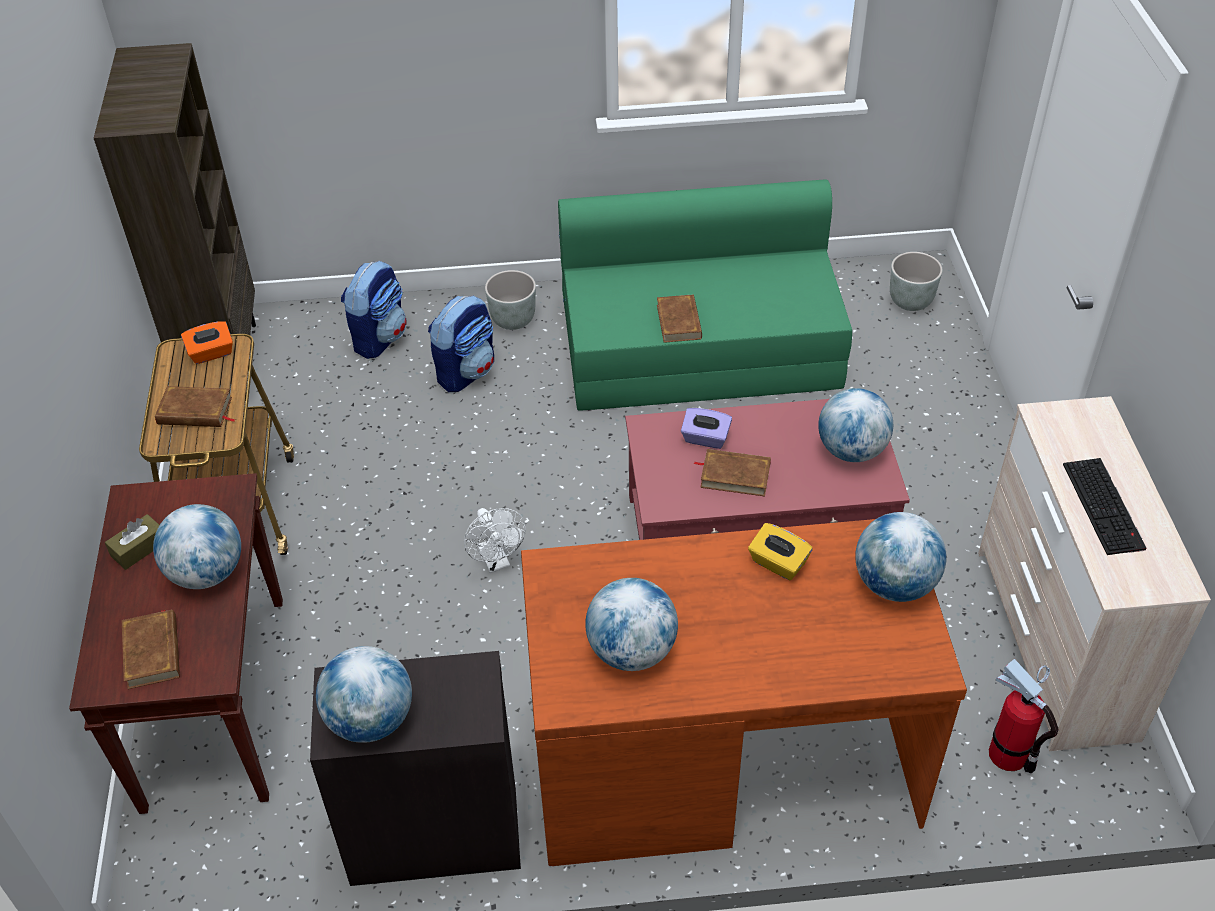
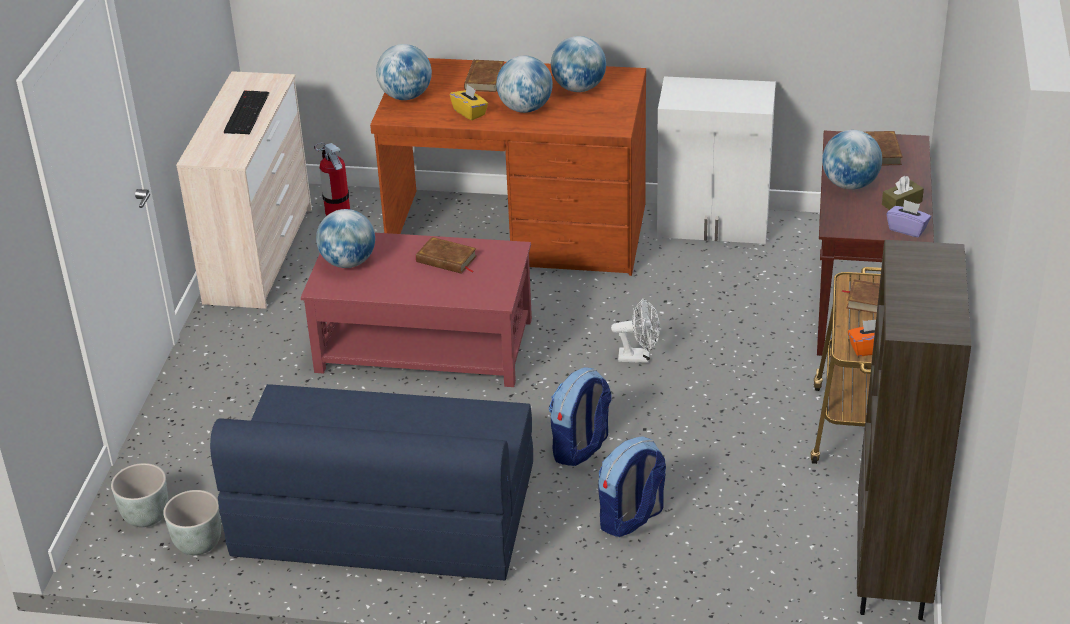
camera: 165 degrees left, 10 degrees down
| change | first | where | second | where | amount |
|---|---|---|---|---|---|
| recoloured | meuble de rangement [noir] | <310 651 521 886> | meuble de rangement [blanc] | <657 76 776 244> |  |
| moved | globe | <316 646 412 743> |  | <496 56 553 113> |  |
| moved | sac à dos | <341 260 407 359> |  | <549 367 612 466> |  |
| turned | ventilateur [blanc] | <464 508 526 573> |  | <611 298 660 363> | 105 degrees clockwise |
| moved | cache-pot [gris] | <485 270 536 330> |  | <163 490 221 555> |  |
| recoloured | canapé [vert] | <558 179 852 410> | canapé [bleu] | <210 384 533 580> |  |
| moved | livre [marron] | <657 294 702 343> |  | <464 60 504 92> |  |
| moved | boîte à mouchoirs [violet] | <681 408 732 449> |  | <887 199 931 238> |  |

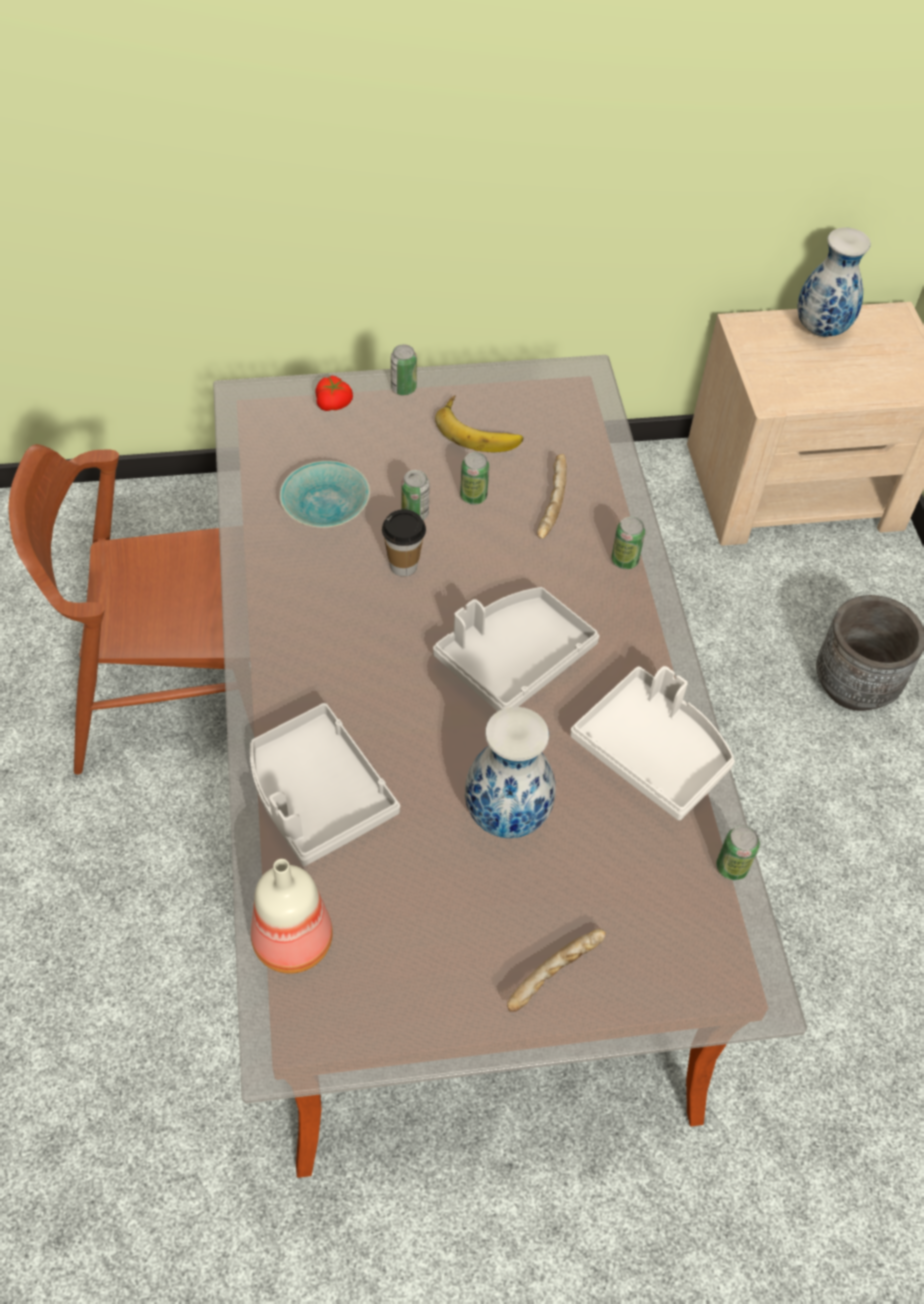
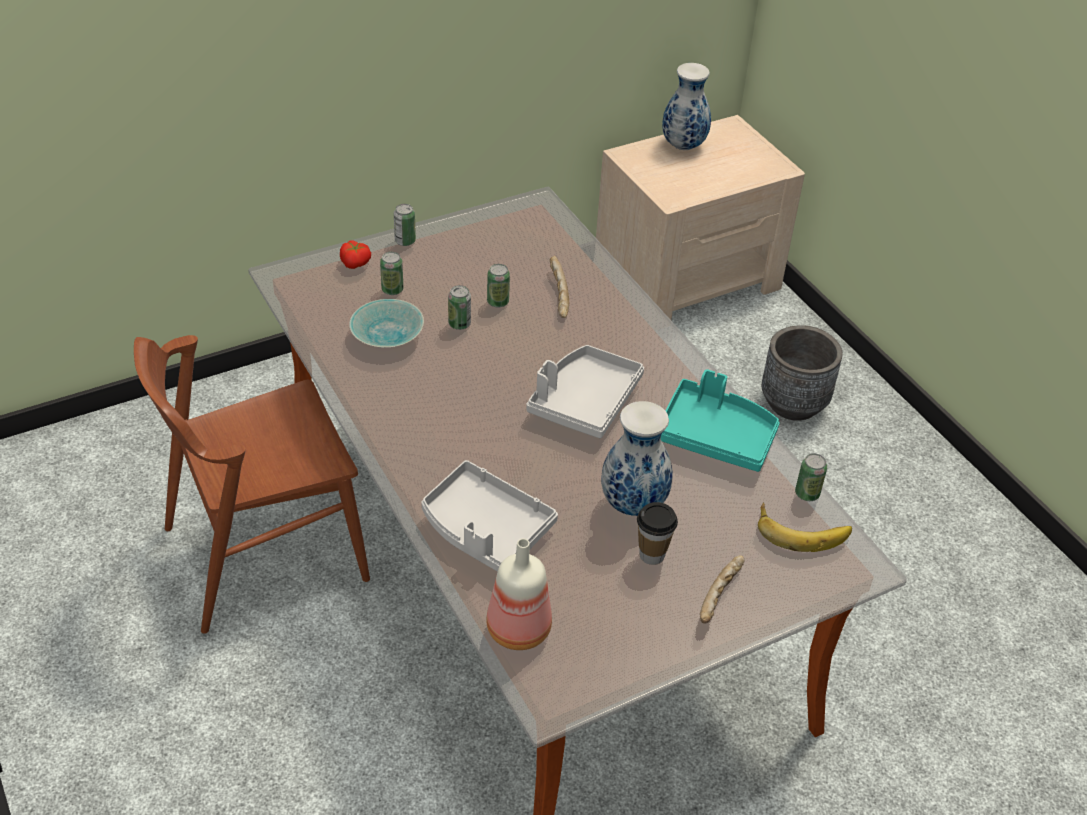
camera: 20 degrees left, 10 degrees down
| change | first | where | second | where | amount |
|---|---|---|---|---|---|
| moved | tasse | <382 509 426 577> |  | <637 502 678 565> |  |
| moved | banane | <435 396 523 452> |  | <758 503 852 552> |  |
| recoloured | plateau [blanc] | <570 666 735 820> | plateau [turquoise] | <661 369 780 472> |  |
| moved | boîte métallique | <611 516 645 569> |  | <380 252 403 295> |  |

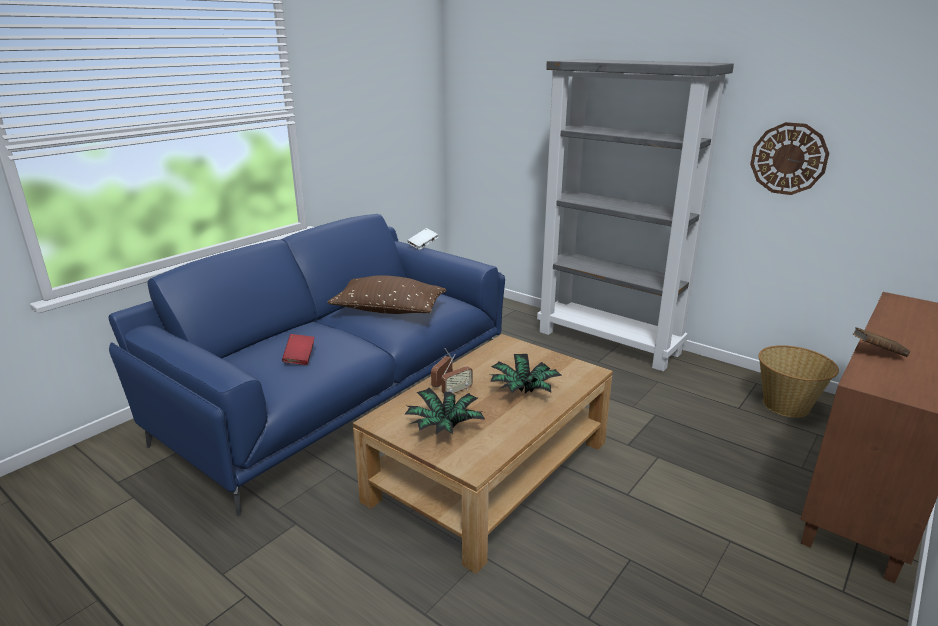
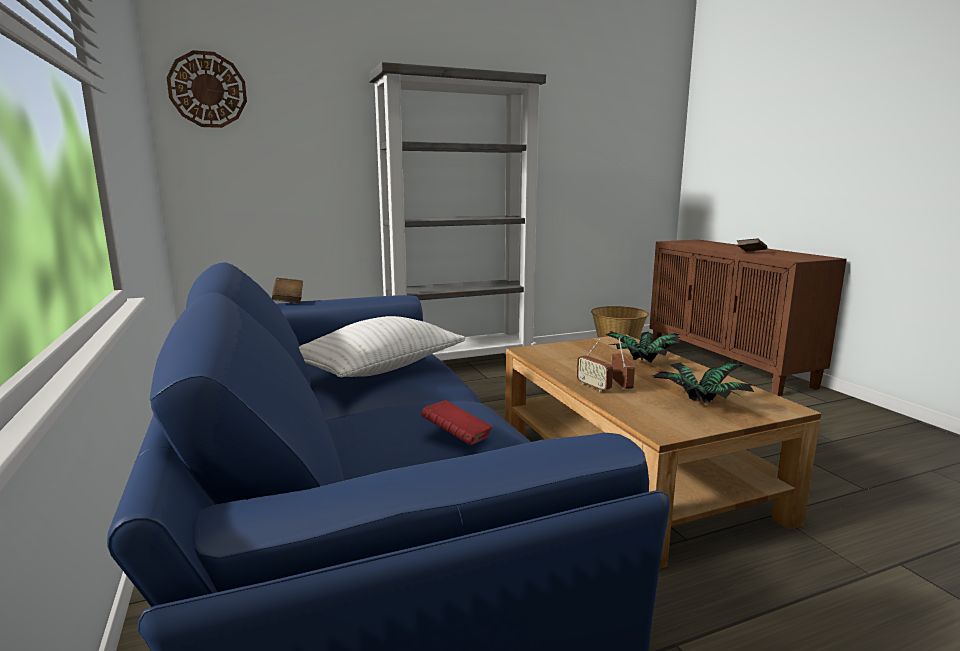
camera: 60 degrees left, 10 degrees down
| change | first | where | second | where | amount |
|---|---|---|---|---|---|
| recoloured | coussin [marron] | <328 275 446 314> | coussin [blanc] | <299 316 466 377> |  |
| recoloured | livre [blanc] | <407 228 438 250> | livre [marron] | <272 278 303 303> |  |
| moved | horloge murale | <750 122 829 195> |  | <167 50 247 128> |  |

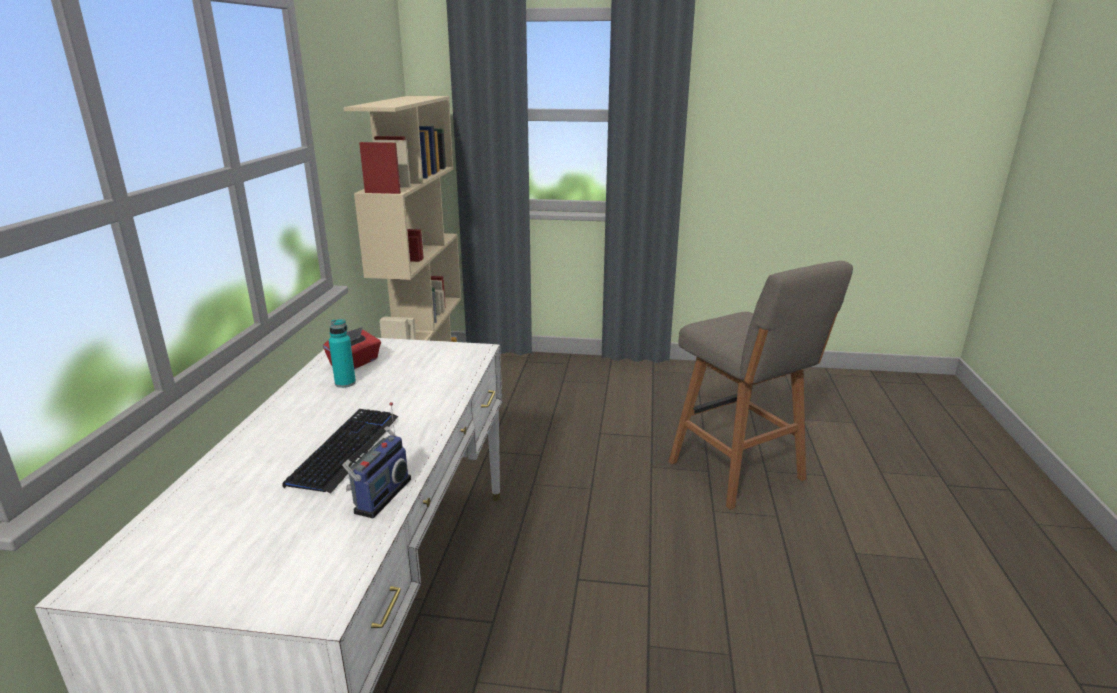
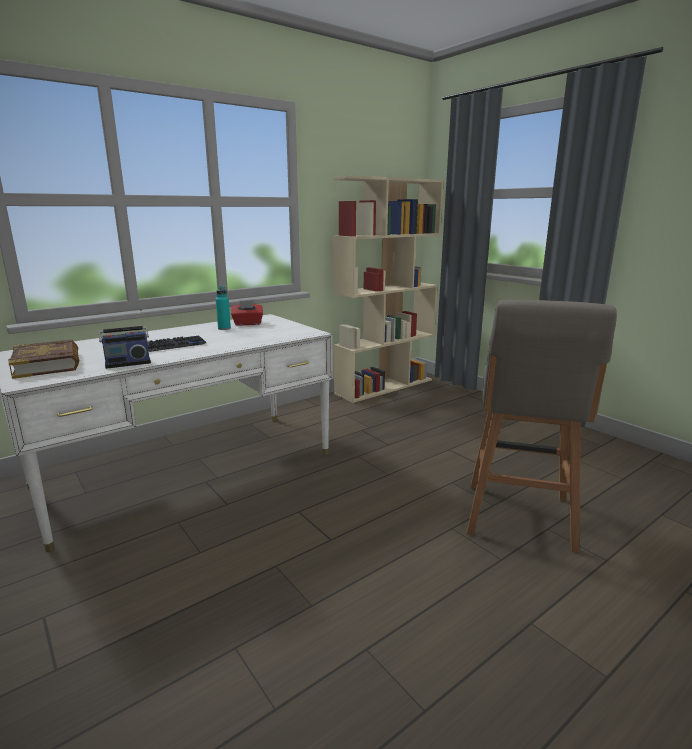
camera: 45 degrees right, 5 degrees down
| change | first | where | second | where | amount |
|---|---|---|---|---|---|
| added |  |  | livre | <8 340 79 379> |  |

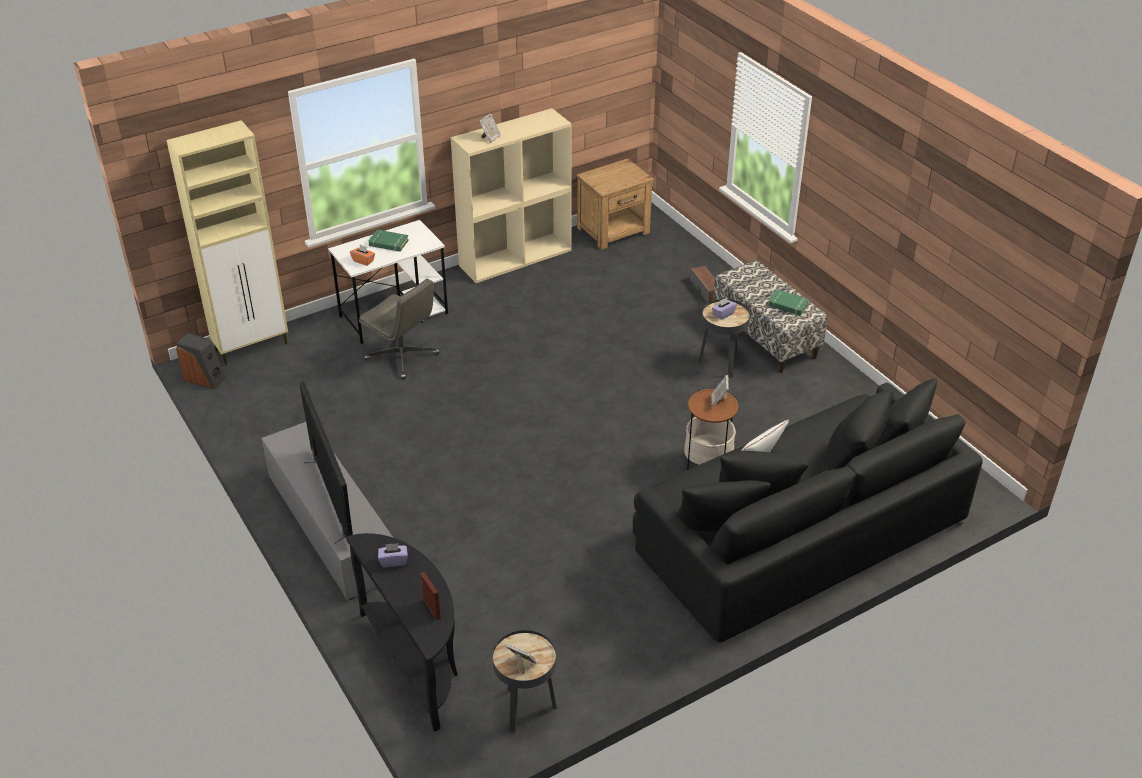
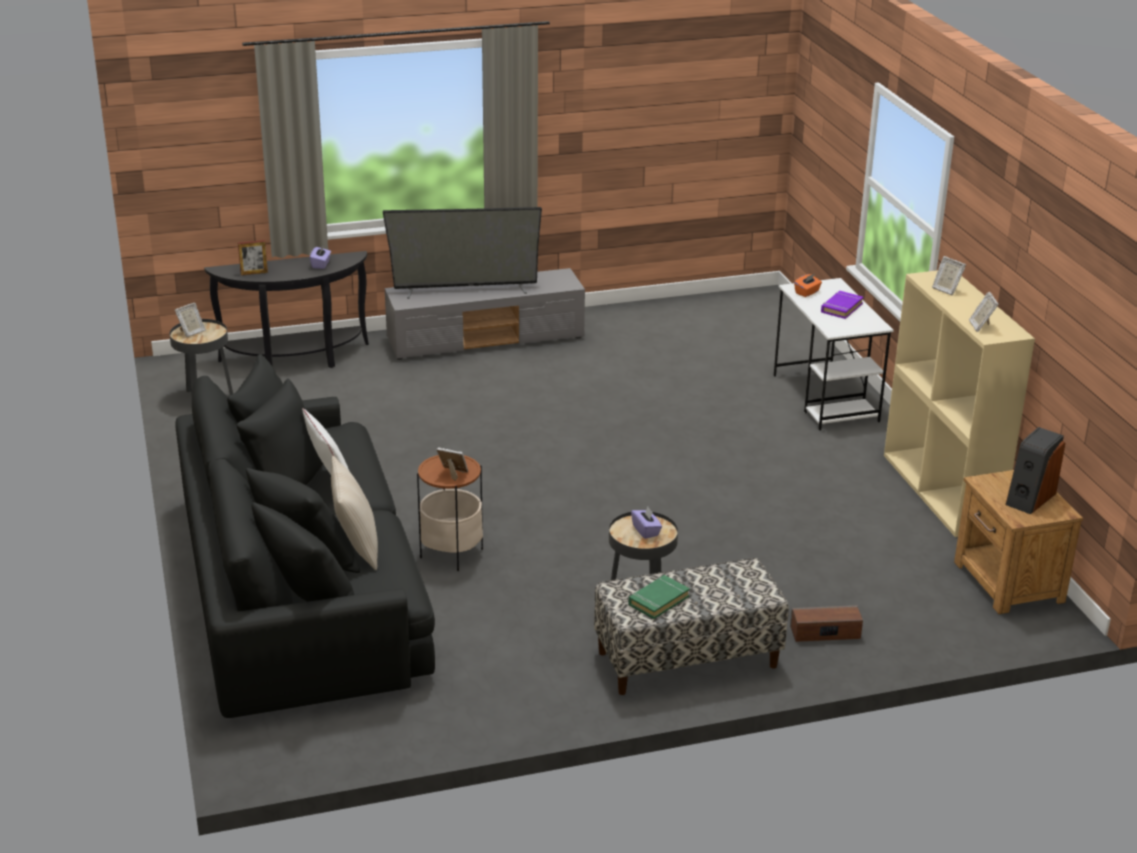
camera: 105 degrees right, 10 degrees down
| change | first | where | second | where | amount |
|---|---|---|---|---|---|
| removed | meuble de rangement [beige] | <166 120 288 365> |  |  |  |
| moved | enceinte | <176 333 226 389> |  | <1006 427 1065 514> |  |
| removed | chaise de bureau [gris] | <359 279 440 380> |  |  |  |
| recoloured | livre [vert] | <368 230 409 252> | livre [violet] | <821 291 863 319> |  |
| added |  |  | coussin [beige] | <331 456 378 570> |  |
| added |  |  | cadre photo | <969 292 999 332> |  |

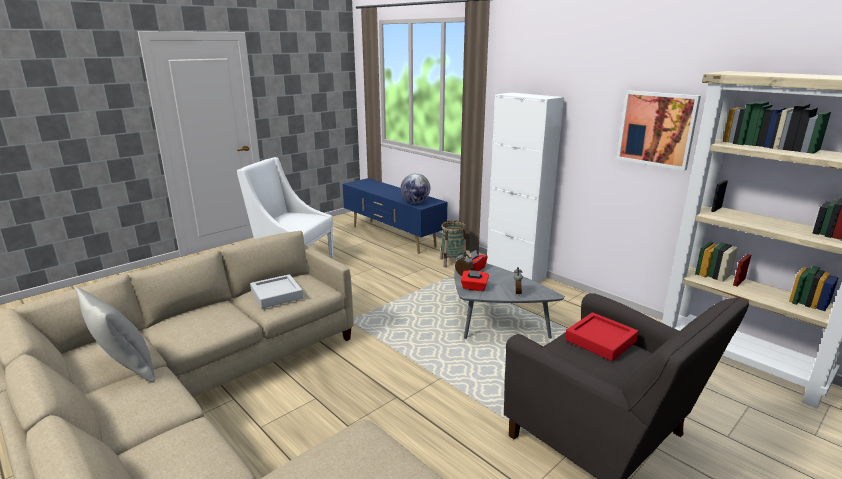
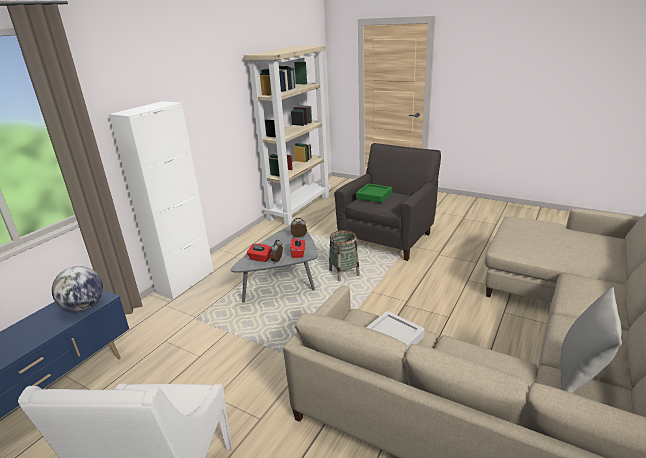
camera: 105 degrees left, 5 degrees up
| change | first | where | second | where | amount |
|---|---|---|---|---|---|
| moved | panier | <440 221 467 267> |  | <329 230 360 281> |  |
| recoloured | plateau [rouge] | <565 312 639 361> | plateau [vert] | <356 183 392 203> |  |
| removed | tableau | <617 90 701 171> |  |  |  |

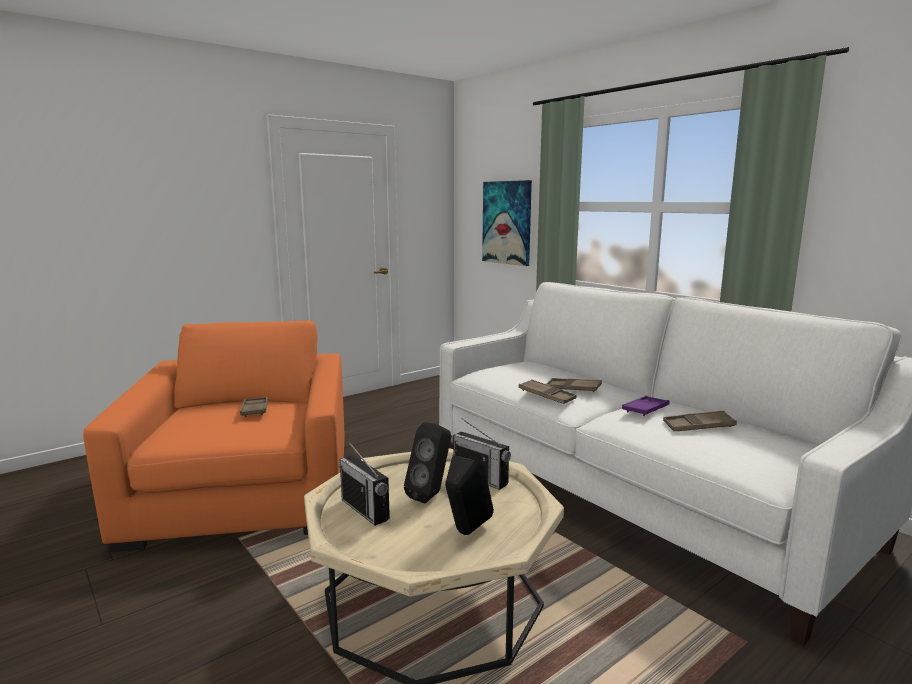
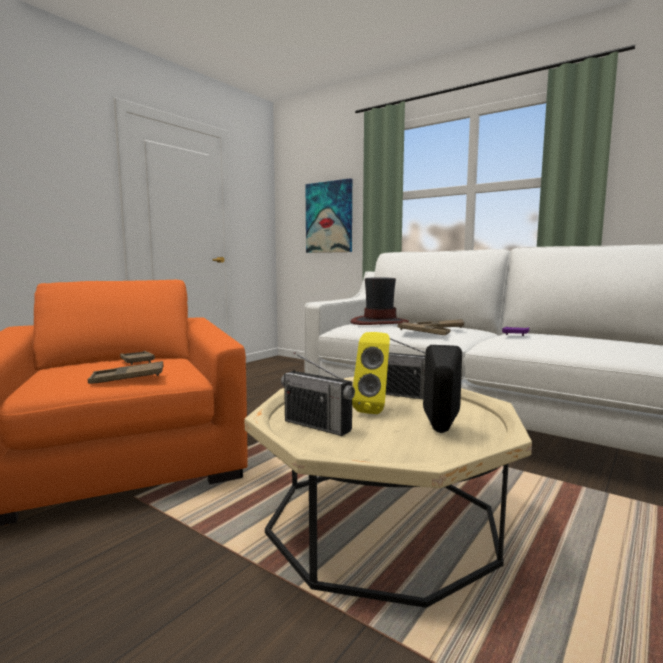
camera: 15 degrees left, 5 degrees down
| change | first | where | second | where | amount |
|---|---|---|---|---|---|
| recoloured | enceinte [noir] | <404 422 451 504> | enceinte [jaune] | <352 332 390 414> |  |
| moved | plateau [marron] | <663 411 737 431> |  | <88 361 164 384> |  |
| added |  |  | chapeau | <351 277 409 325> |  |

